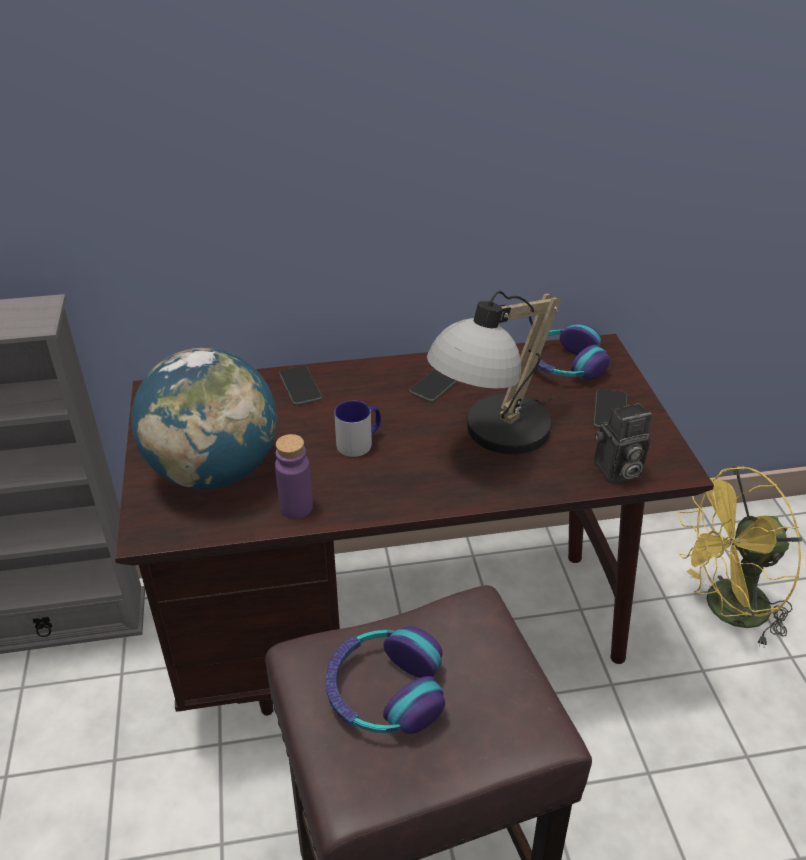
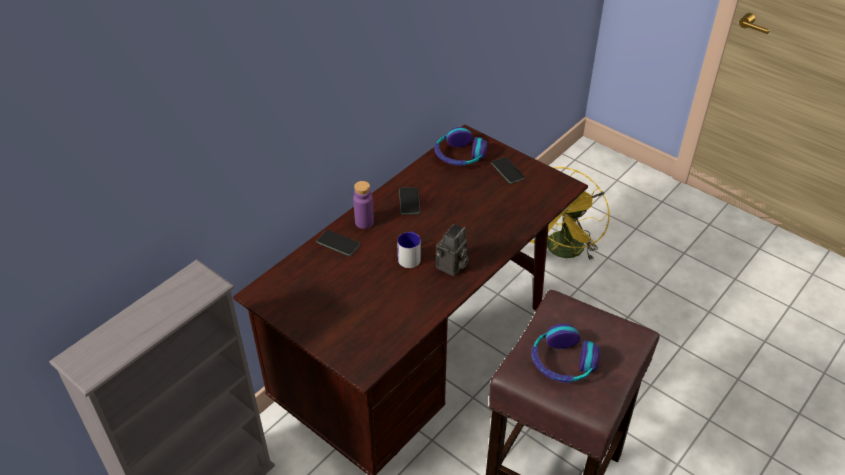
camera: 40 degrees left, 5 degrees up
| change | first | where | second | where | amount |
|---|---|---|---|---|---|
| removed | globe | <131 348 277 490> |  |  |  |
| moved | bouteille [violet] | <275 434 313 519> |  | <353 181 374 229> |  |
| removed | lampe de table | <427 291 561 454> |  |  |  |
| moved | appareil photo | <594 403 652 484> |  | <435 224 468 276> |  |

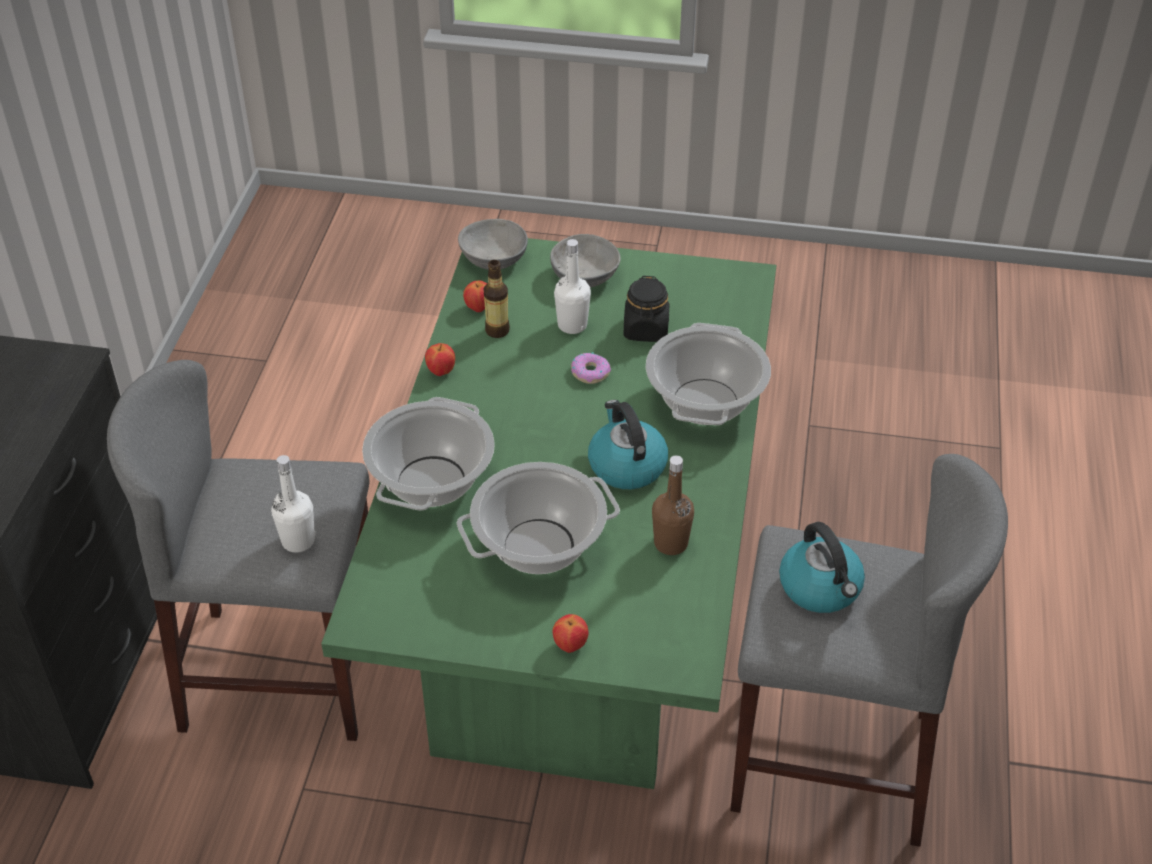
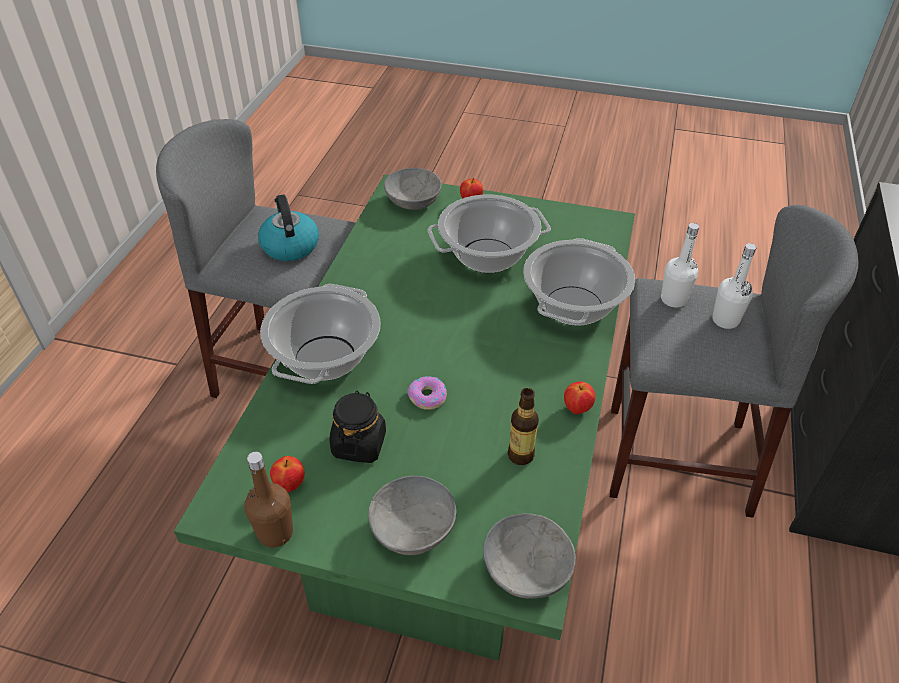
camera: 175 degrees left, 0 degrees up
| change | first | where | second | where | amount |
|---|---|---|---|---|---|
| moved | pomme | <463 281 487 312> |  | <270 456 305 492> |  |
| moved | bouteille [blanc] | <554 239 591 334> |  | <712 243 756 329> |  |
| removed | bouilloire | <588 400 668 489> |  |  |  |
| moved | bouteille [marron] | <652 455 694 555> |  | <244 452 293 547> |  |
| added |  |  | bol [gris] | <384 168 442 210> |  |

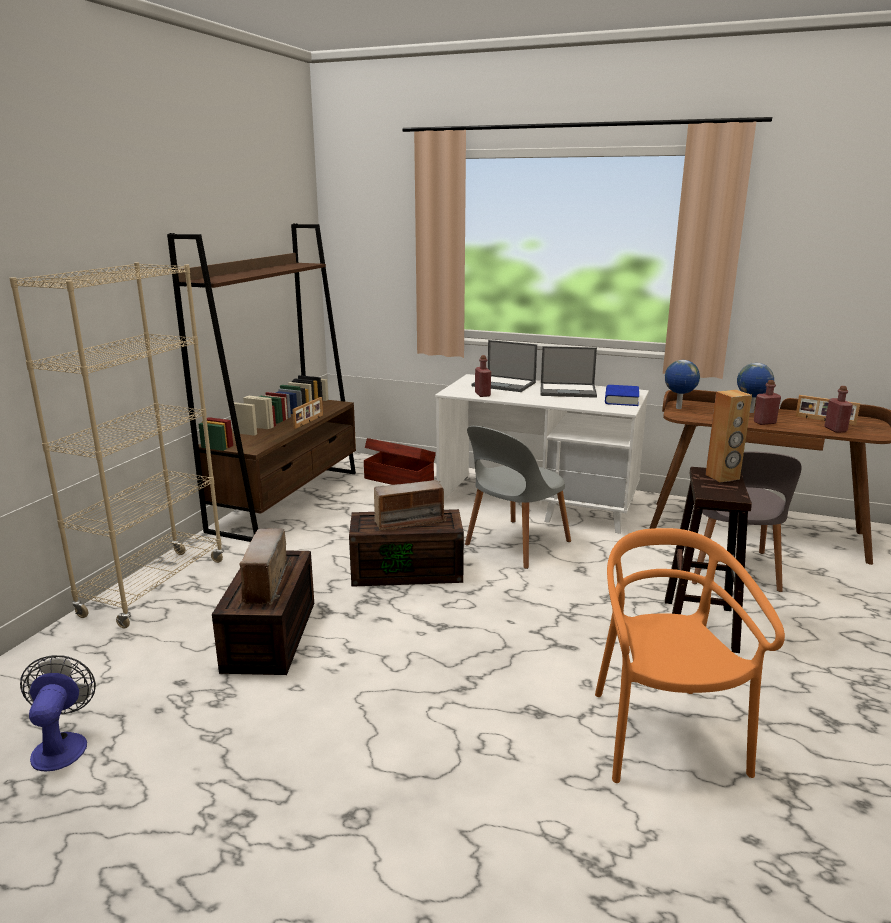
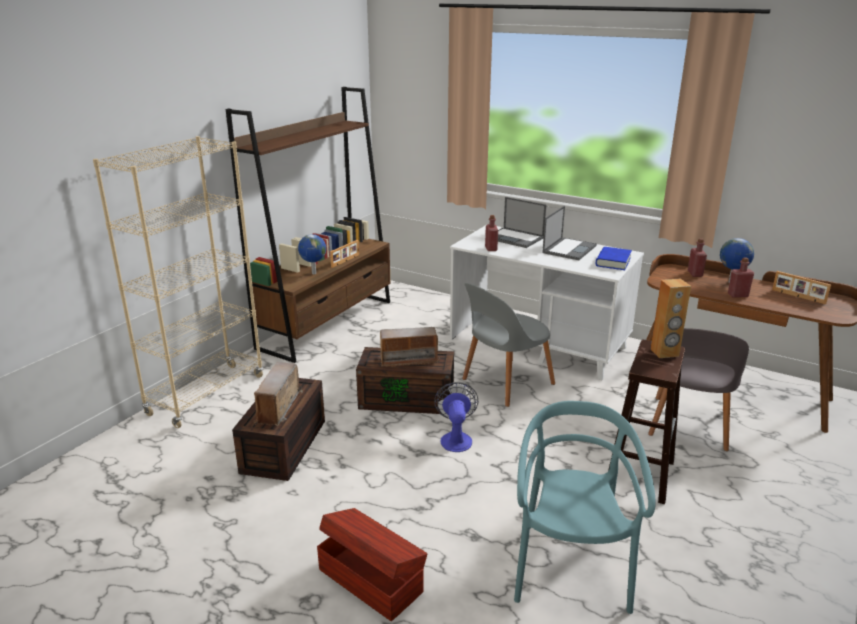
camera: 10 degrees right, 5 degrees up
| change | first | where | second | where | amount |
|---|---|---|---|---|---|
| moved | ventilateur | <20 655 96 771> |  | <434 382 478 452> |  |
| moved | boîte de rangement [marron] | <364 438 436 485> |  | <317 508 427 621> |  |
| turned | ordinateur portable | <540 346 597 398> |  | <542 206 597 260> | 75 degrees counterclockwise |
| recoloured | chaise [orange] | <595 528 785 783> | chaise [turquoise] | <514 401 656 614> |  |
| moved | globe | <665 360 700 409> |  | <298 234 326 274> |  |
| moved | bouteille [rouge] | <824 386 853 433> |  | <688 238 707 277> |  |

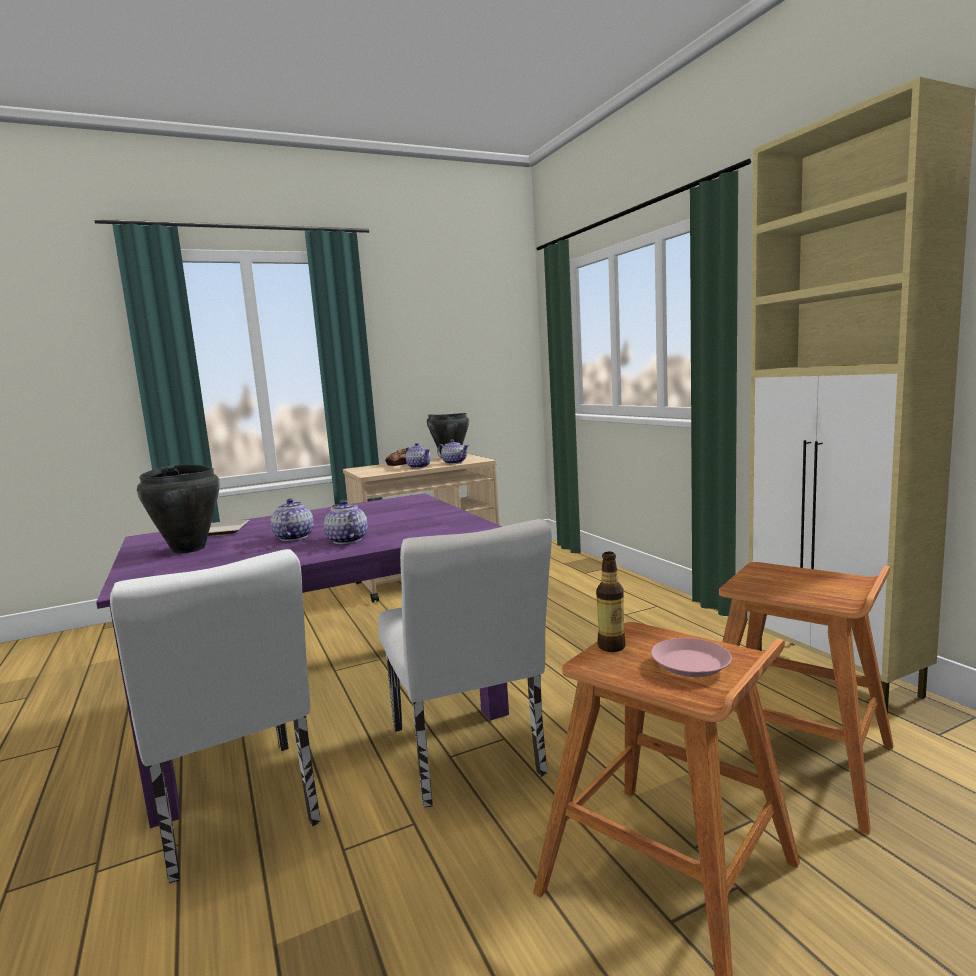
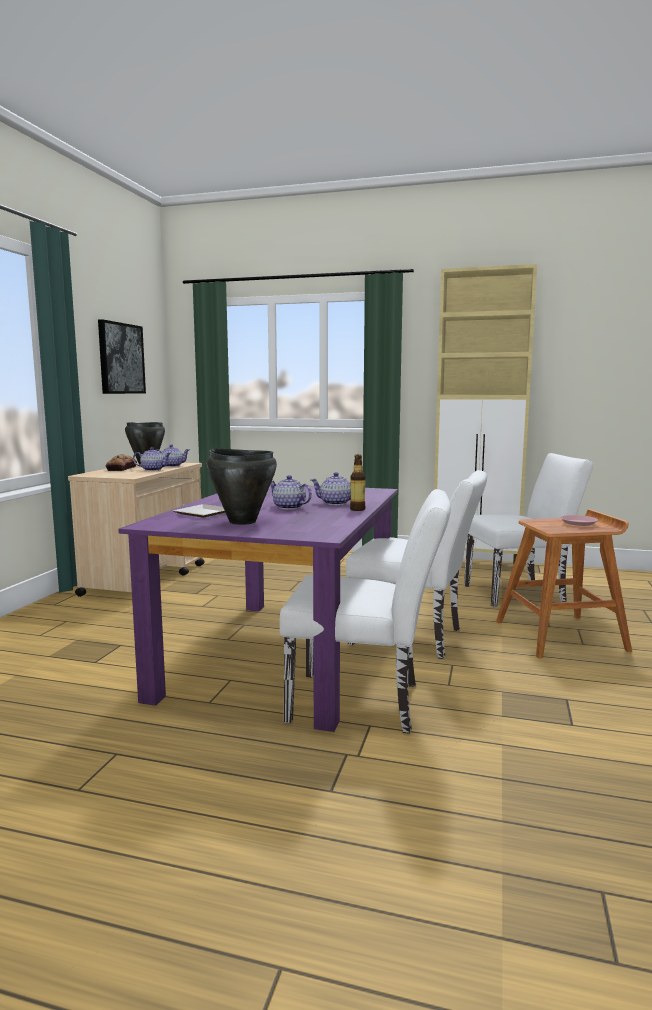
camera: 50 degrees left, 0 degrees up
| change | first | where | second | where | amount |
|---|---|---|---|---|---|
| moved | bouteille | <596 552 625 652> |  | <350 455 366 511> |  |
| replaced | tabouret [marron] | <719 562 894 835> | chaise [blanc] | <464 453 593 607> |  |
| added |  |  | tableau | <98 319 146 394> |  |

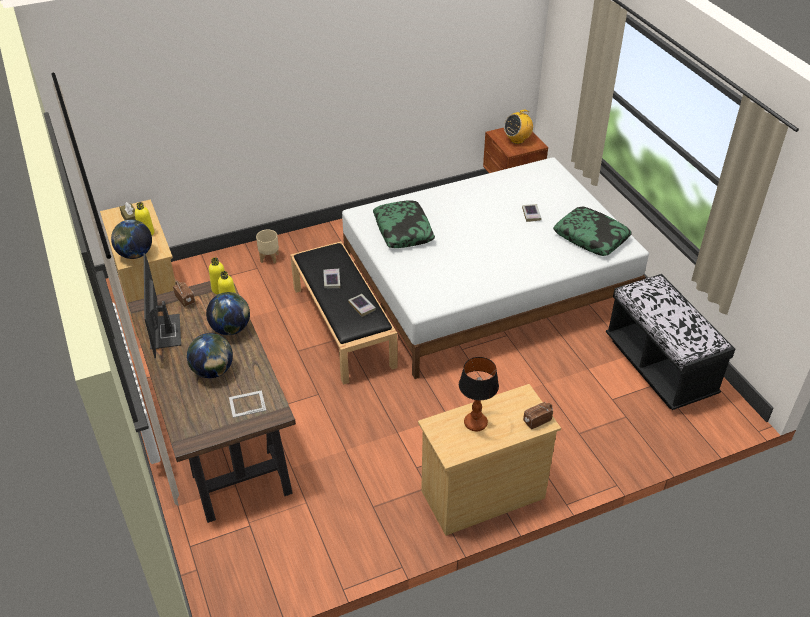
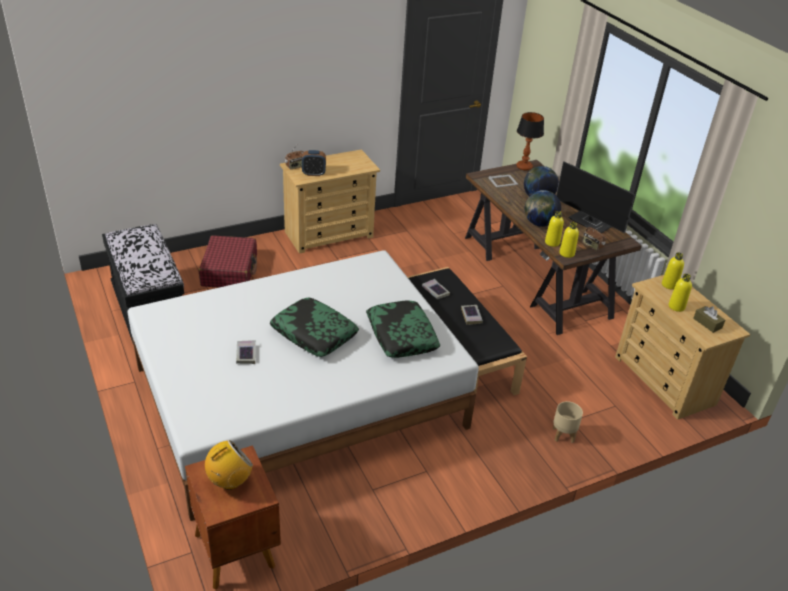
camera: 175 degrees right, 5 degrees down
| change | first | where | second | where | amount |
|---|---|---|---|---|---|
| replaced | globe | <111 220 152 259> | bouteille [jaune] | <662 252 684 290> |  |
| turned | écran d'ordinateur | <144 253 181 359> |  | <556 161 635 233> | 150 degrees clockwise |
| moved | lampe de table | <459 357 499 431> |  | <516 112 544 170> |  |
| moved | coussin | <553 207 632 256> |  | <270 298 359 357> |  |
| added |  |  | valise [rouge] | <199 235 257 287> |  |
| added |  |  | réveil | <302 150 326 176> |  |

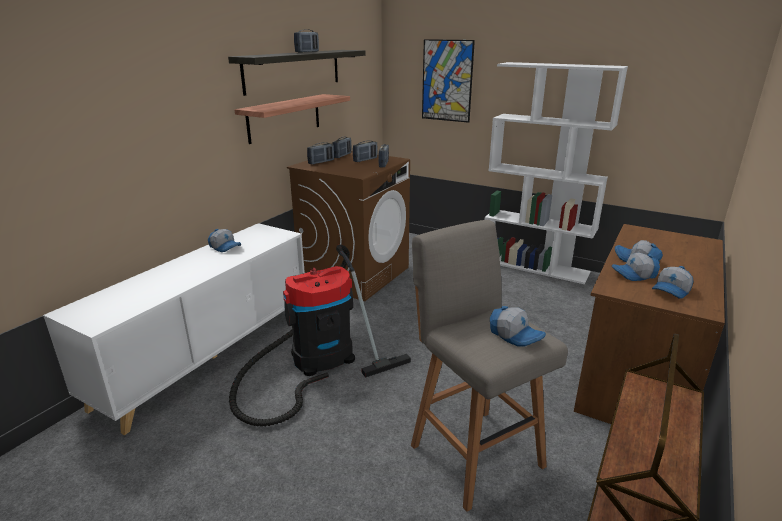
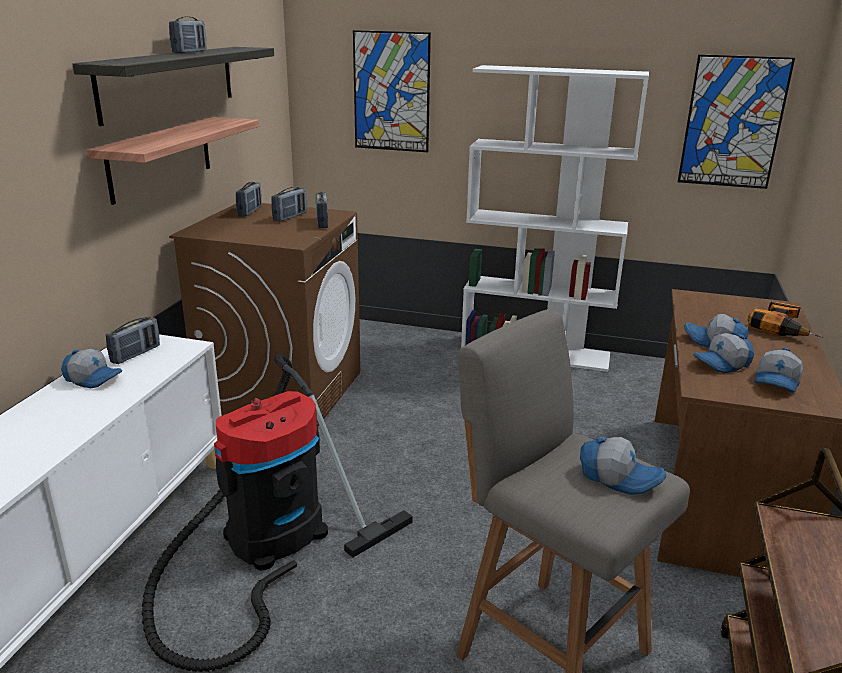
camera: 15 degrees left, 0 degrees up
| change | first | where | second | where | amount |
|---|---|---|---|---|---|
| moved | radio | <307 142 334 164> |  | <106 317 160 364> |  |
| added |  |  | tableau | <678 54 795 189> |  |
| added |  |  | perceuse | <748 301 823 338> |  |

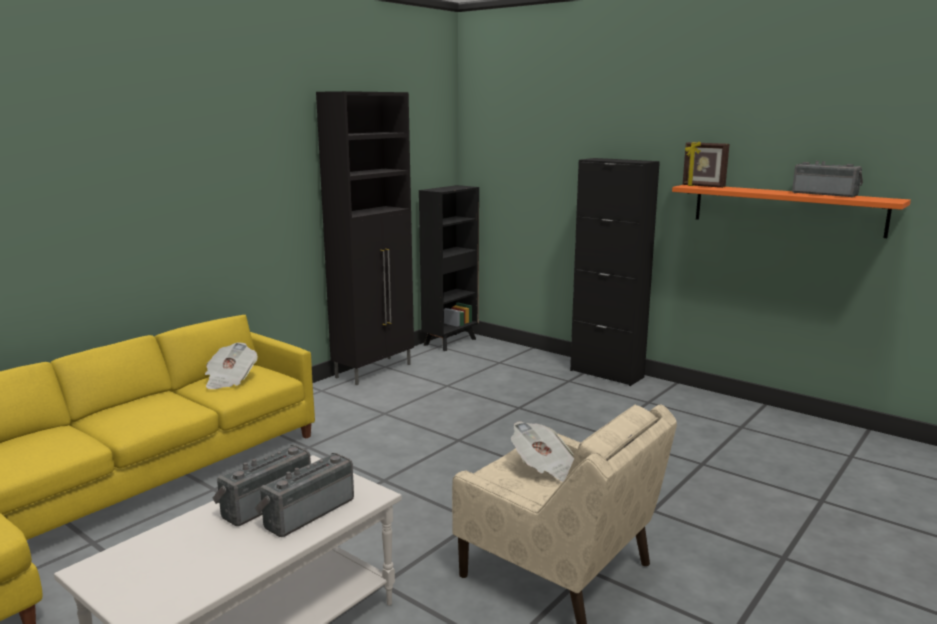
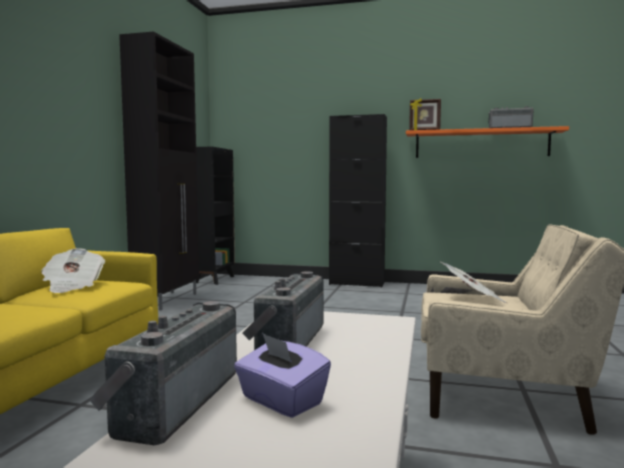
camera: 25 degrees left, 10 degrees down
| change | first | where | second | where | amount |
|---|---|---|---|---|---|
| moved | radio | <255 453 354 537> |  | <89 301 237 445> |  |
| added |  |  | boîte à mouchoirs [violet] | <234 333 331 418> |  |

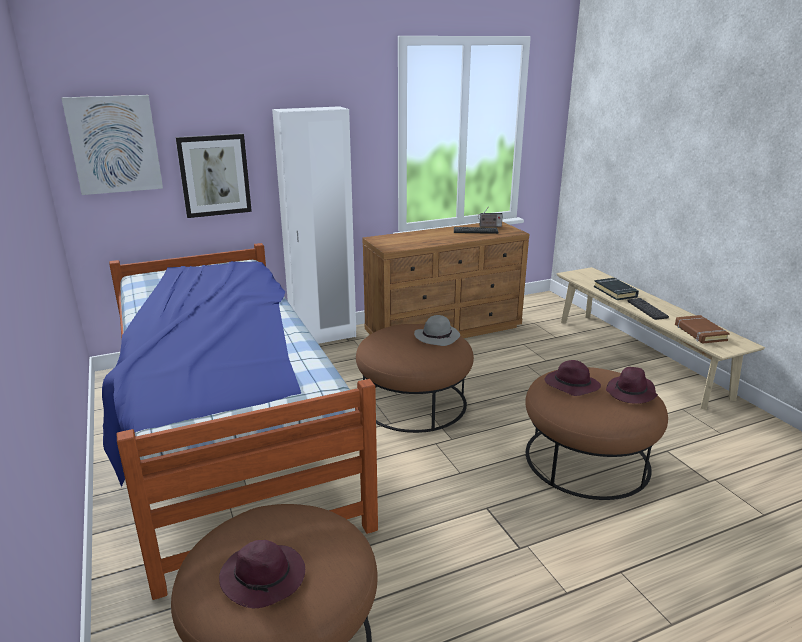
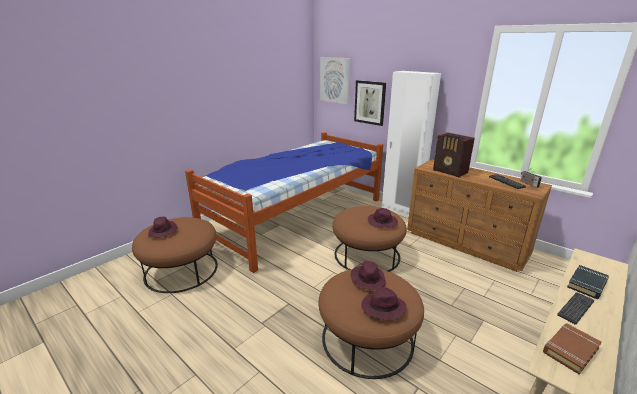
camera: 65 degrees right, 0 degrees up
| change | first | where | second | where | amount |
|---|---|---|---|---|---|
| recoloured | chapeau [gris] | <414 315 460 346> | chapeau [violet] | <368 208 398 228> |  |
| added |  |  | radio | <433 132 475 177> |  |

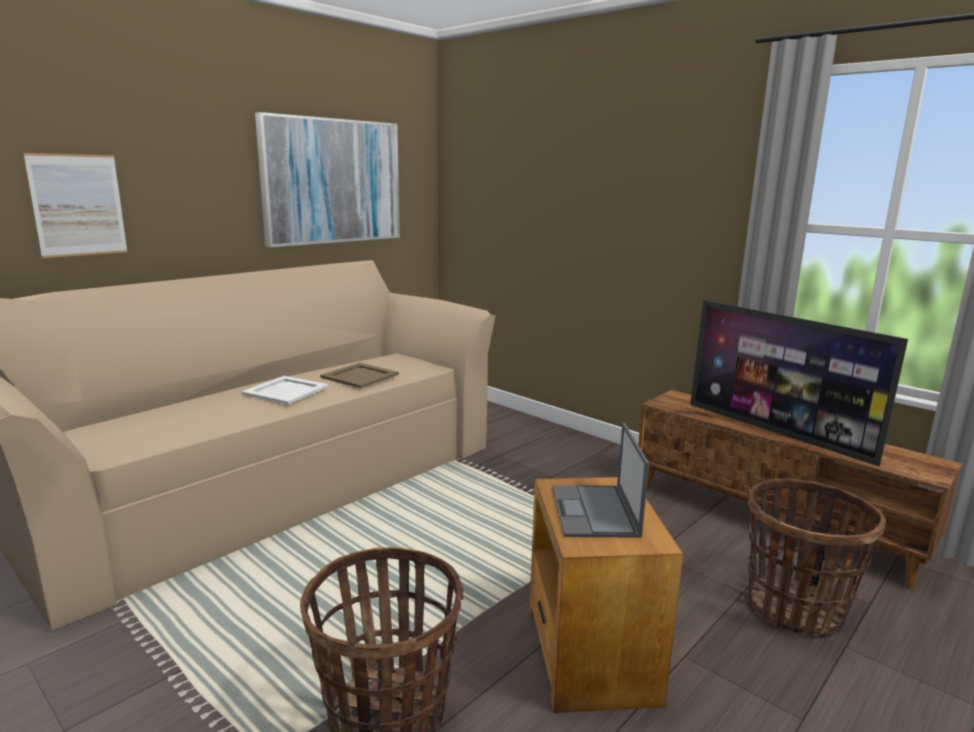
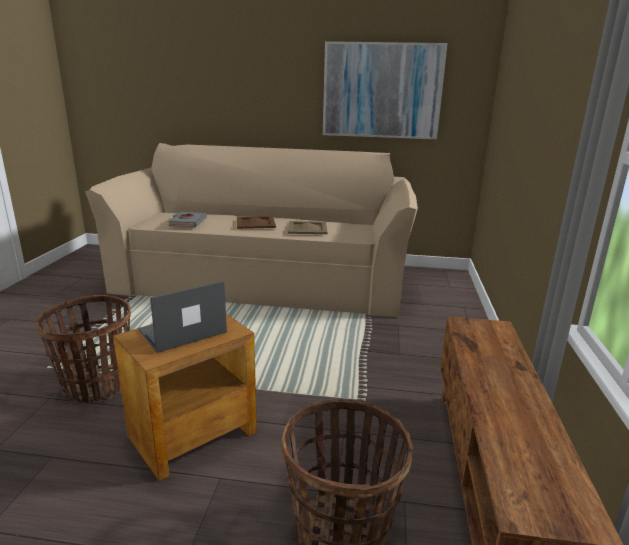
camera: 55 degrees right, 5 degrees up
| change | first | where | second | where | amount |
|---|---|---|---|---|---|
| removed | tableau | <23 153 128 258> |  |  |  |
| recoloured | plateau [blanc] | <241 376 329 404> | plateau [marron] | <237 216 276 229> |  |
| removed | téléviseur | <690 300 908 466> |  |  |  |
| added |  |  | livre [gris] | <168 212 207 227> |  |

